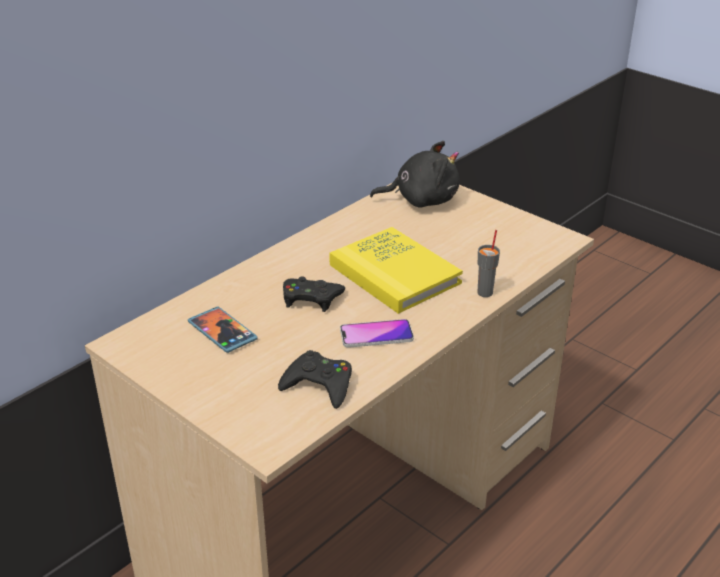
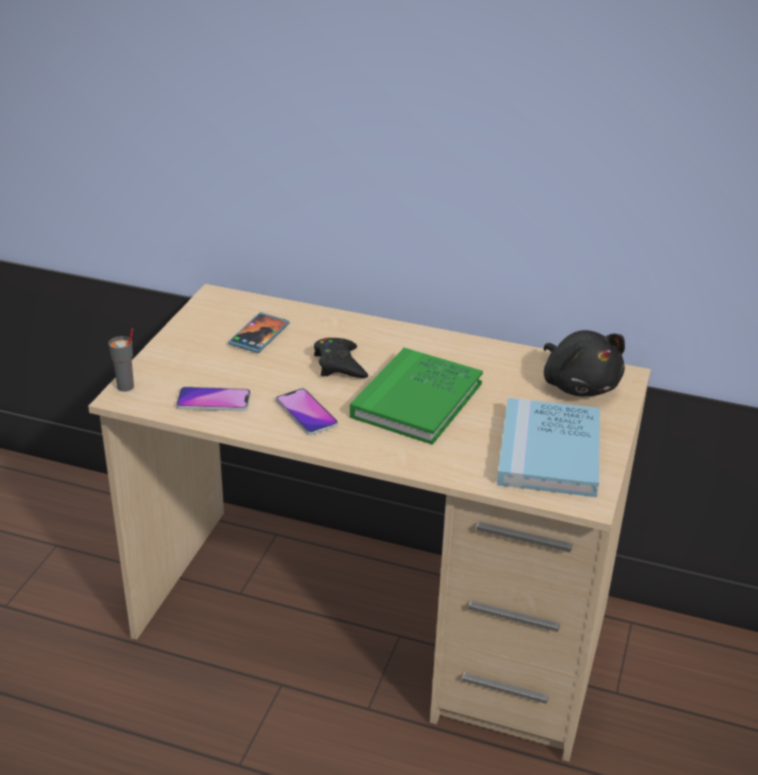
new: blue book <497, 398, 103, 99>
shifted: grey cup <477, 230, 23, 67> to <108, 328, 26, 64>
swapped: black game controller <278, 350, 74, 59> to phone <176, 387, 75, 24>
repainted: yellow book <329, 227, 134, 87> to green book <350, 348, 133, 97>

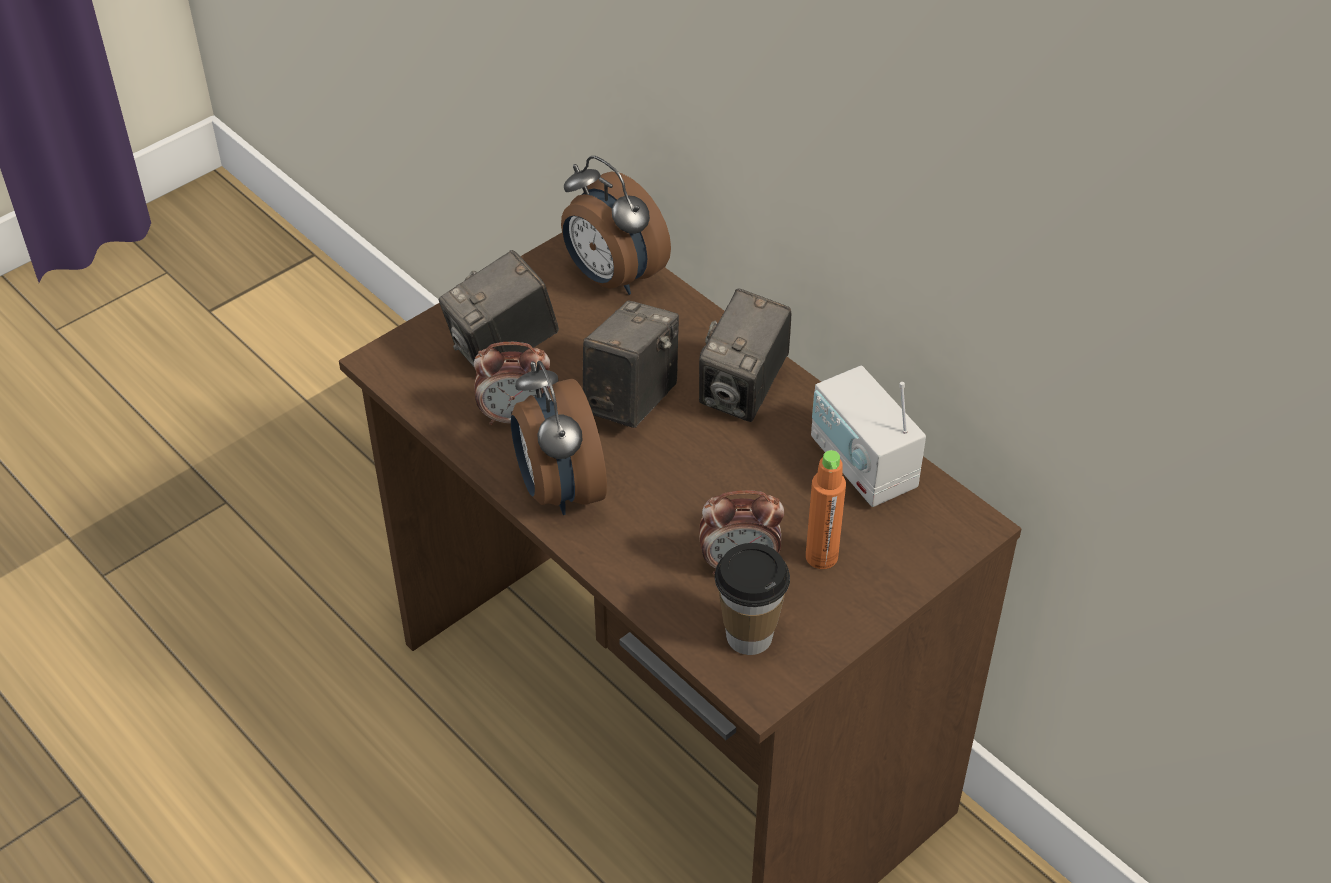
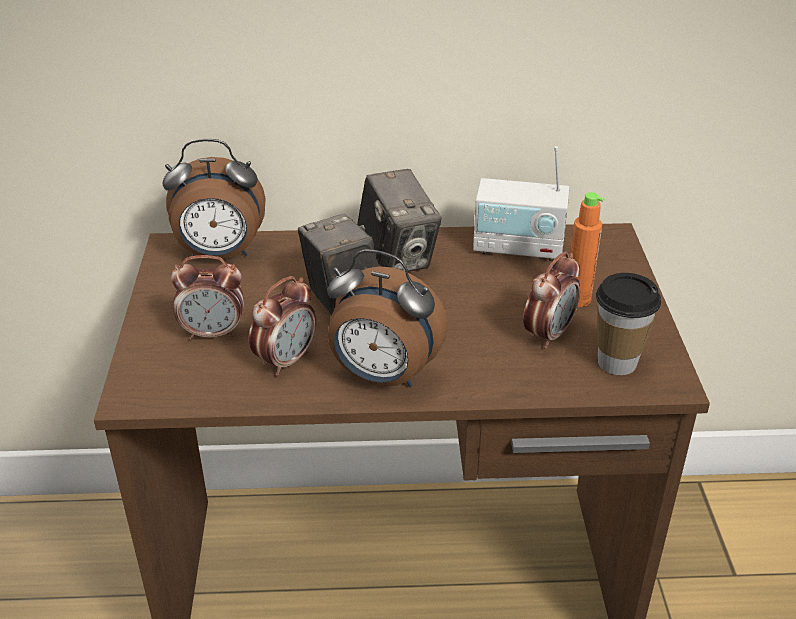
swapped: photo camera <438, 250, 121, 118> to alarm clock <171, 255, 73, 85>

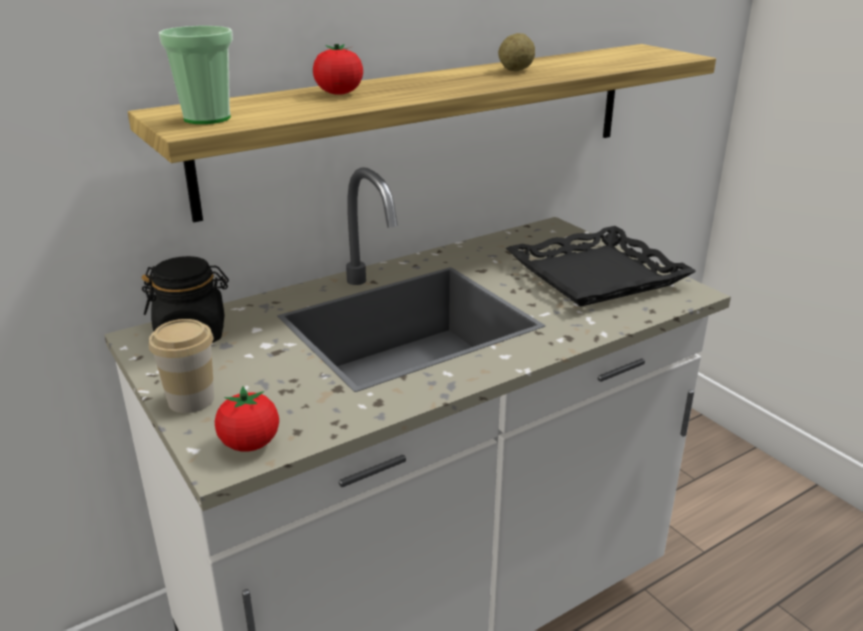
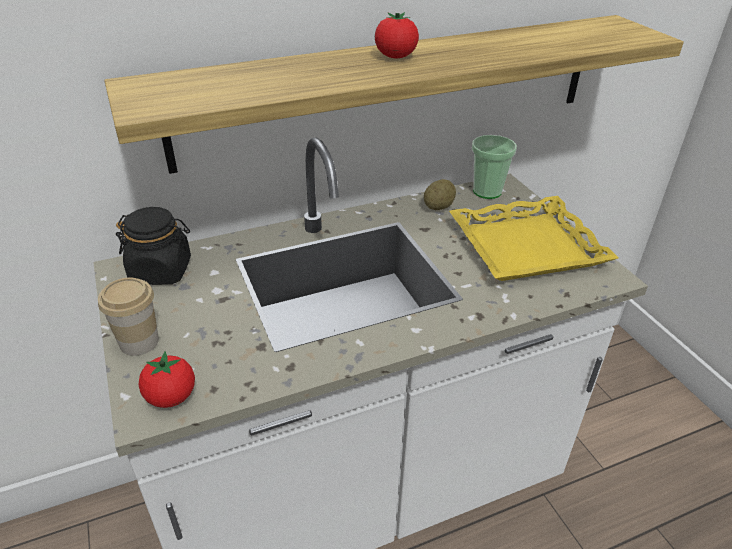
shifted: cup <159, 26, 74, 98> to <472, 135, 45, 64>; tomato <313, 44, 50, 51> to <375, 12, 44, 46>; potato <498, 33, 37, 38> to <424, 179, 32, 31>
repainted: black tray <506, 226, 190, 81> to yellow tray <449, 196, 169, 85>

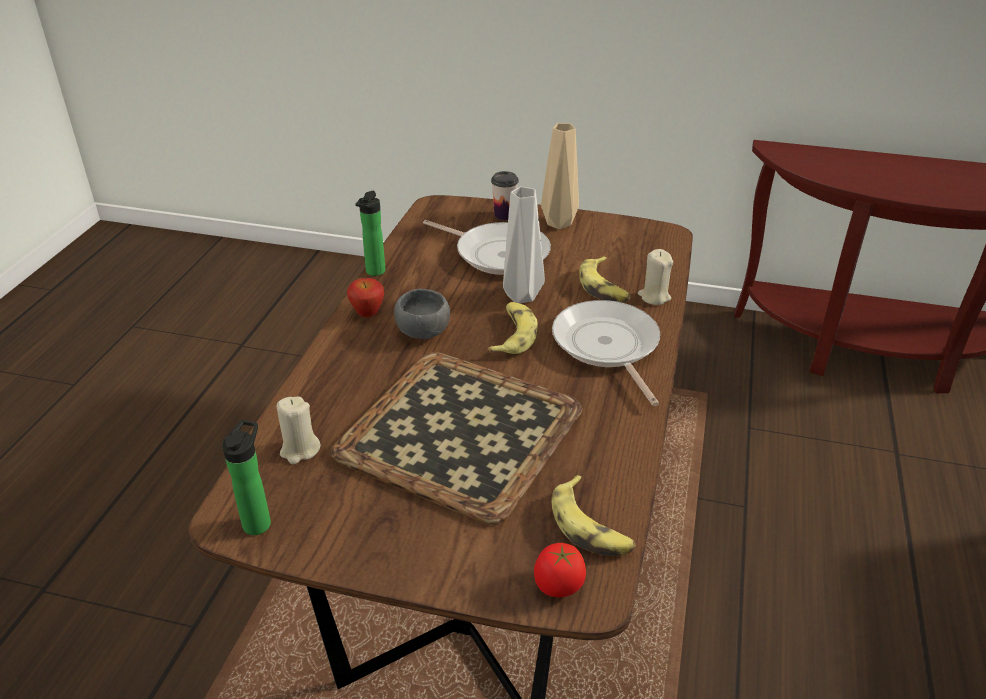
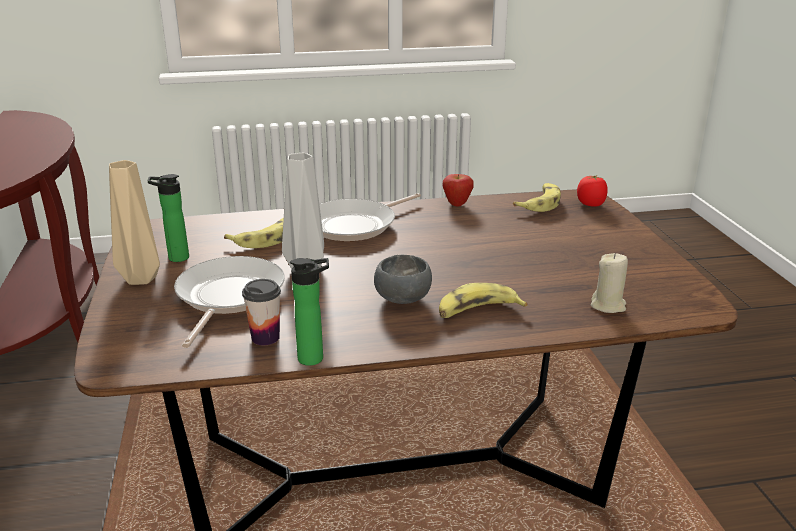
gone: tray <331, 352, 251, 173>; beige candle <638, 249, 35, 56>
shifted: bottle <222, 420, 49, 115> to <148, 174, 41, 88>; apple <347, 278, 37, 39> to <442, 174, 32, 33>; banana <488, 302, 50, 52> to <439, 283, 88, 35>; cup <491, 171, 28, 49> to <242, 279, 39, 66>

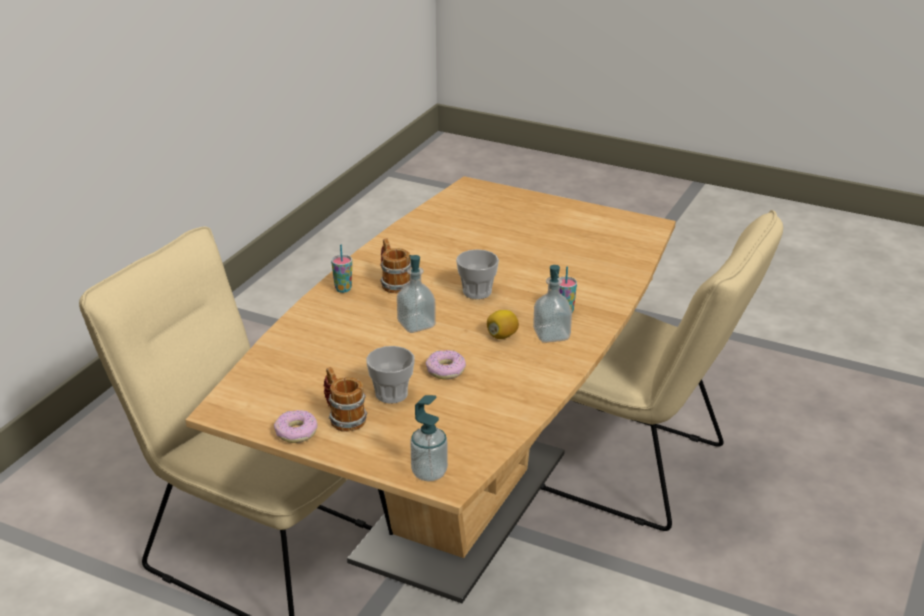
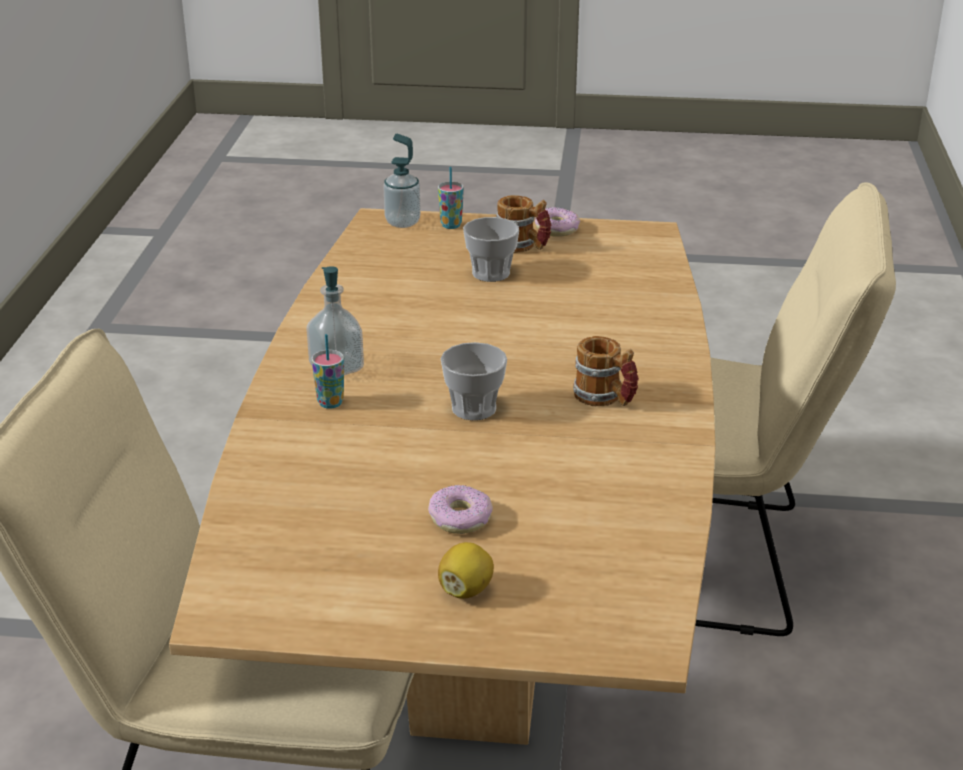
gone: soap dispenser <397, 255, 39, 78>
shifted: cup <331, 244, 21, 49> to <438, 167, 26, 62>; donut <426, 350, 40, 29> to <428, 485, 65, 49>; lemon <487, 310, 32, 29> to <438, 542, 56, 57>

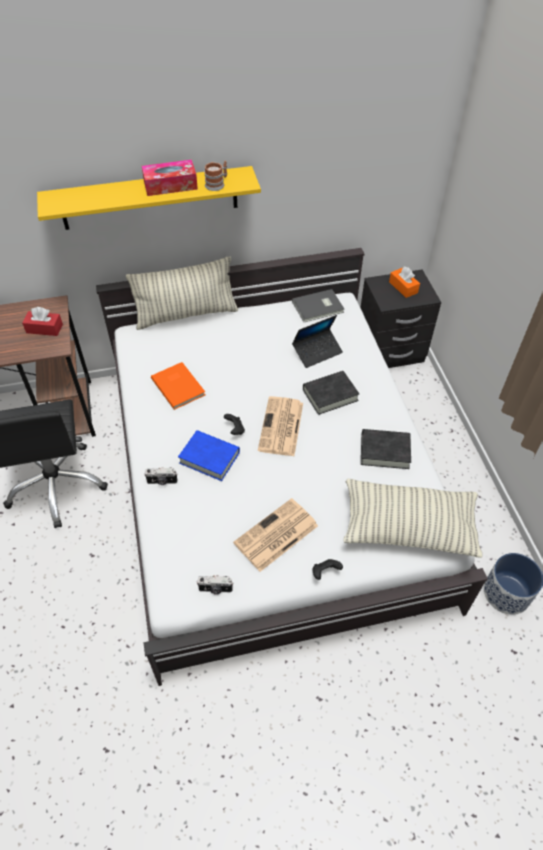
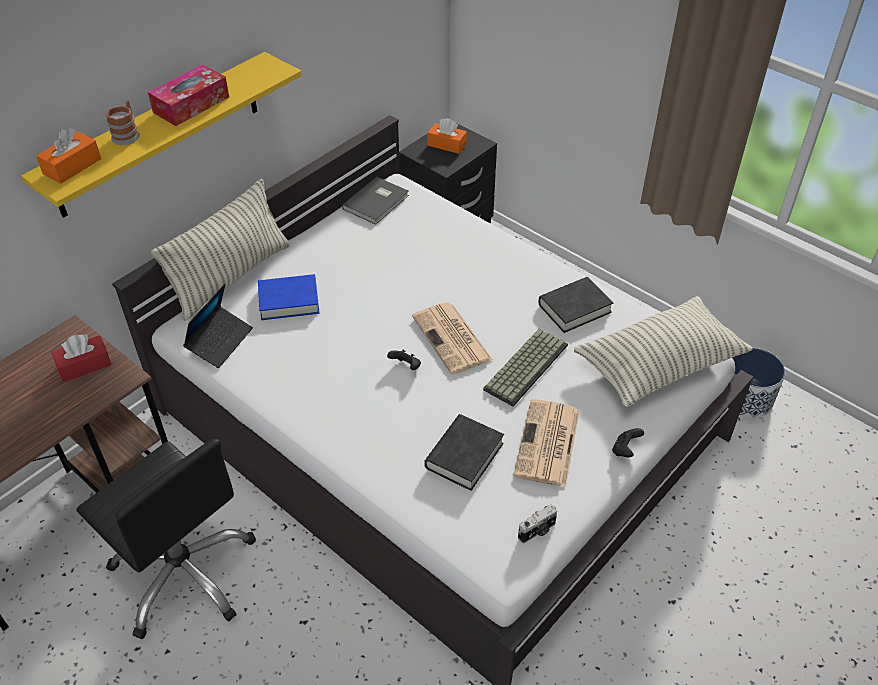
gone: photo camera <144, 467, 33, 18>; orange book <151, 362, 54, 48>
new: orange tissue box <36, 128, 65, 56>; keyboard <483, 329, 85, 78>
shifted: blue book <178, 430, 62, 51> to <258, 274, 61, 46>; mug <204, 161, 23, 30> to <106, 100, 34, 45>; laptop <292, 315, 51, 53> to <183, 284, 70, 84>; black book <303, 371, 56, 44> to <424, 414, 80, 77>

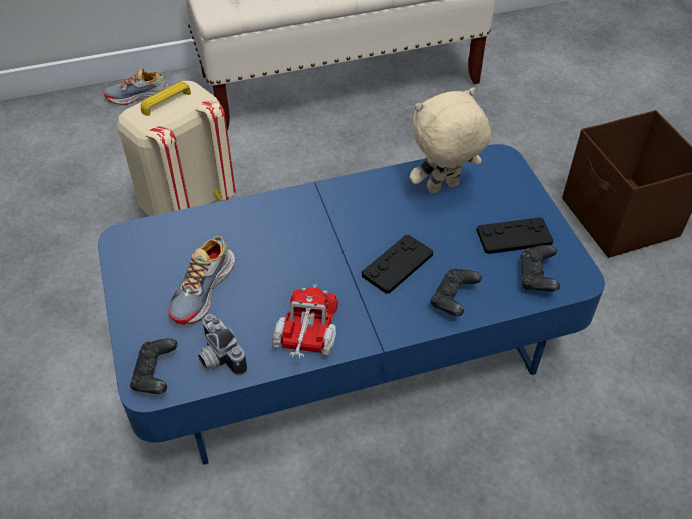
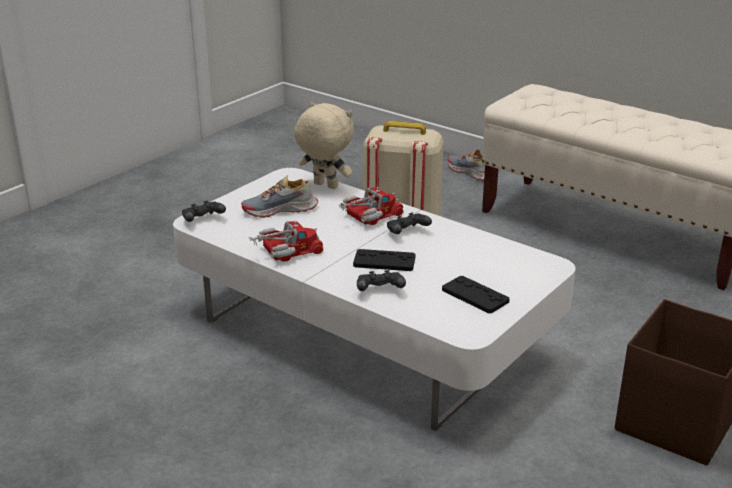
gone: photo camera <198, 314, 49, 62>
new: toy truck <338, 186, 66, 39>
shifted: beige plush toy <410, 87, 81, 106> to <294, 102, 60, 87>; black game controller <520, 245, 40, 47> to <387, 212, 45, 22>
repainted: blue coffee table <98, 144, 507, 321> to white coffee table <173, 168, 403, 263>

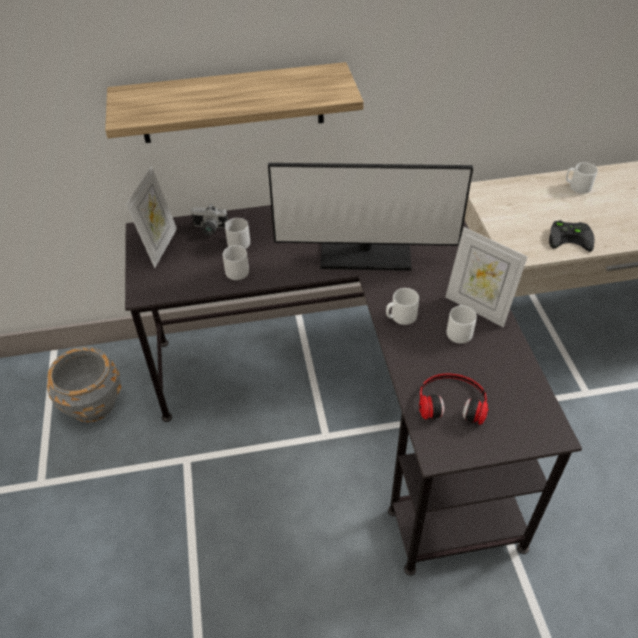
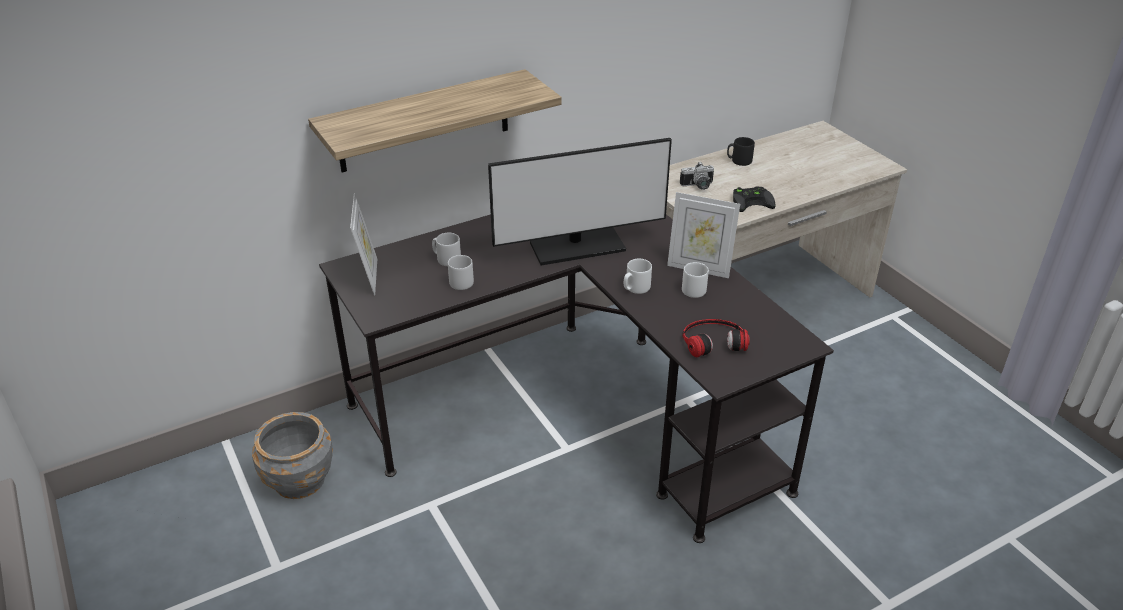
shifted: photo camera <191, 204, 37, 31> to <680, 162, 34, 28>
repainted: white mug <566, 162, 32, 32> to black mug <727, 137, 28, 29>

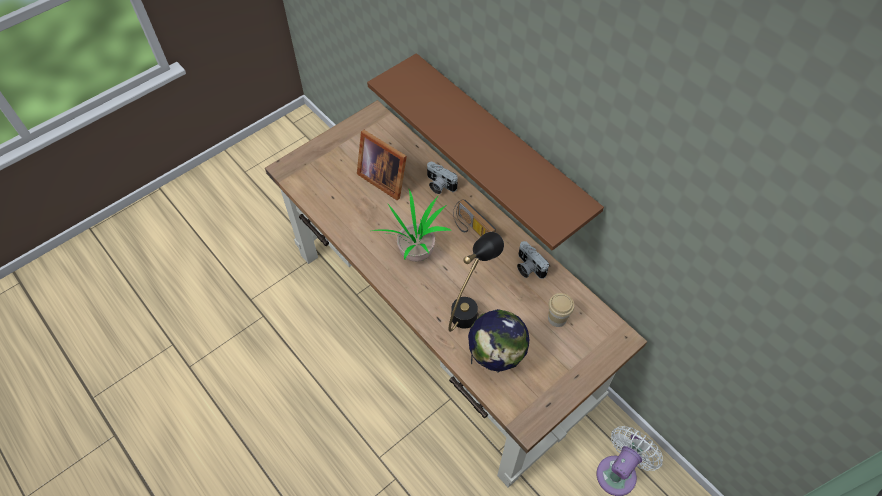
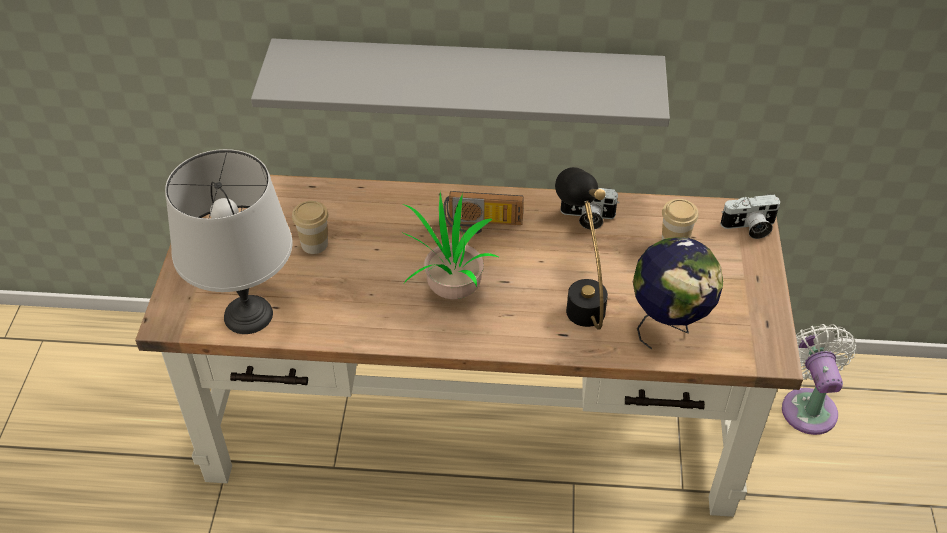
new: grey table lamp <165, 149, 127, 185>
shifted: photo camera <427, 162, 31, 32> to <720, 194, 60, 45>
swapped: picture frame <357, 130, 50, 70> to cup <292, 201, 37, 53>
repainted: brown shelf <367, 53, 237, 198> to grey shelf <251, 38, 419, 89>

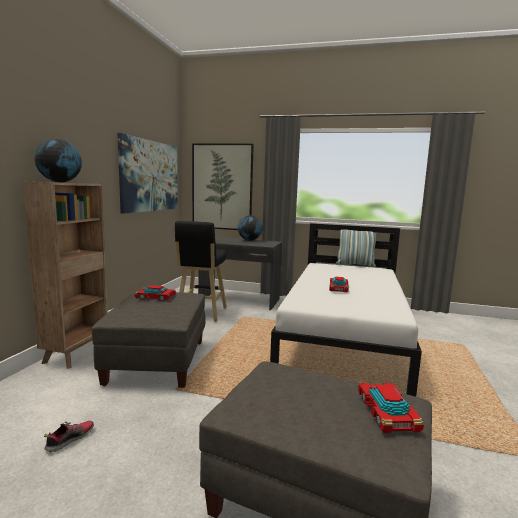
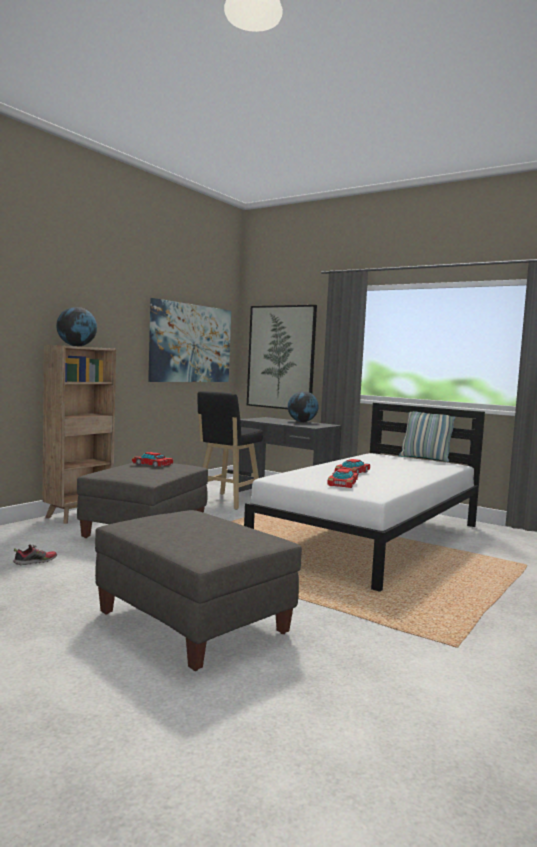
shifted: toy car <358, 382, 66, 51> to <327, 468, 31, 20>

